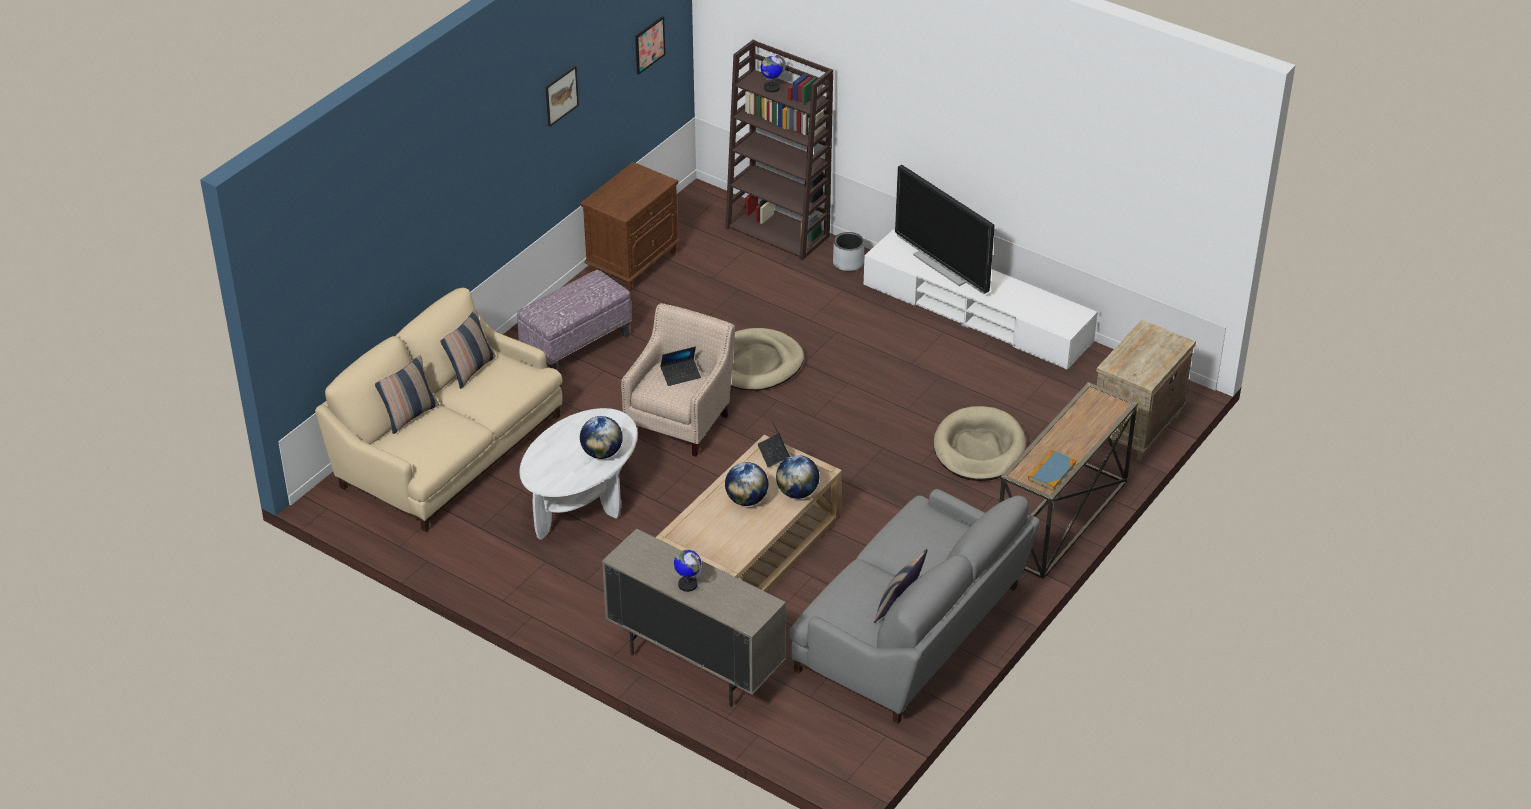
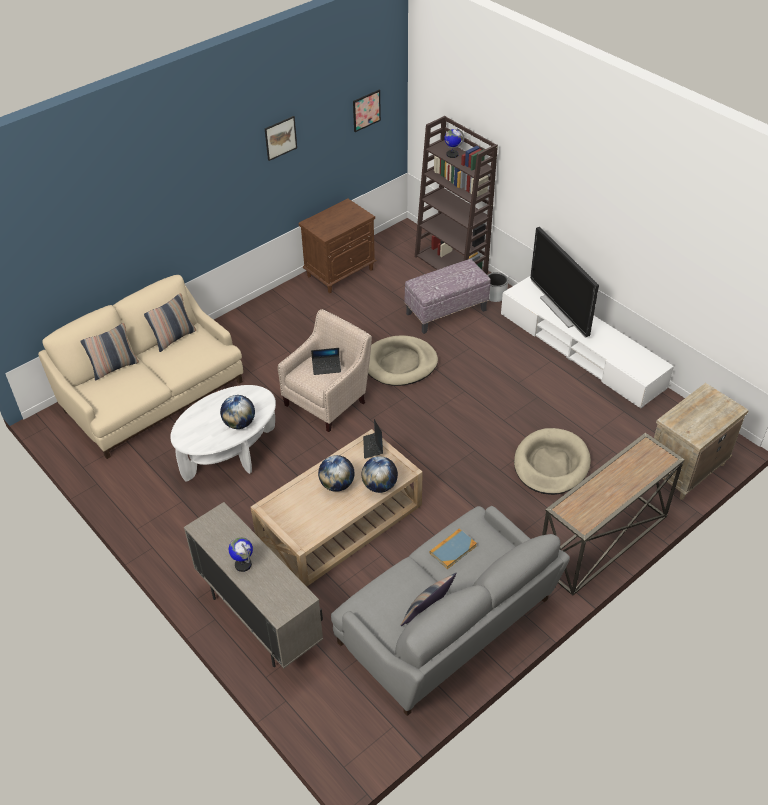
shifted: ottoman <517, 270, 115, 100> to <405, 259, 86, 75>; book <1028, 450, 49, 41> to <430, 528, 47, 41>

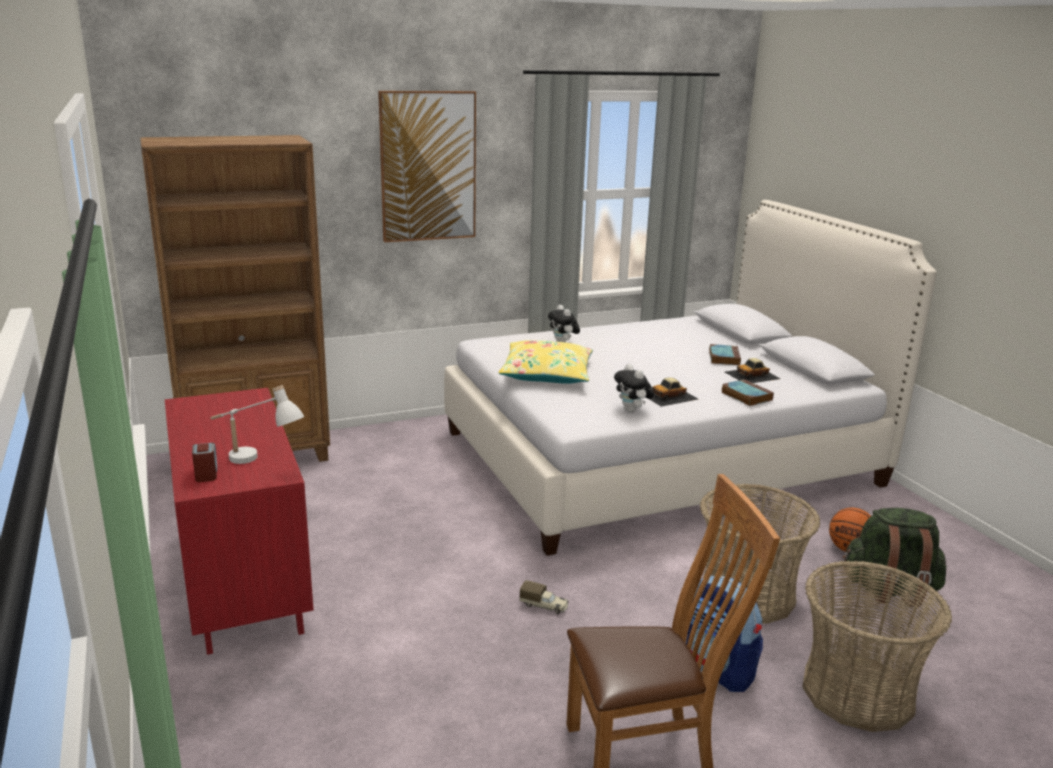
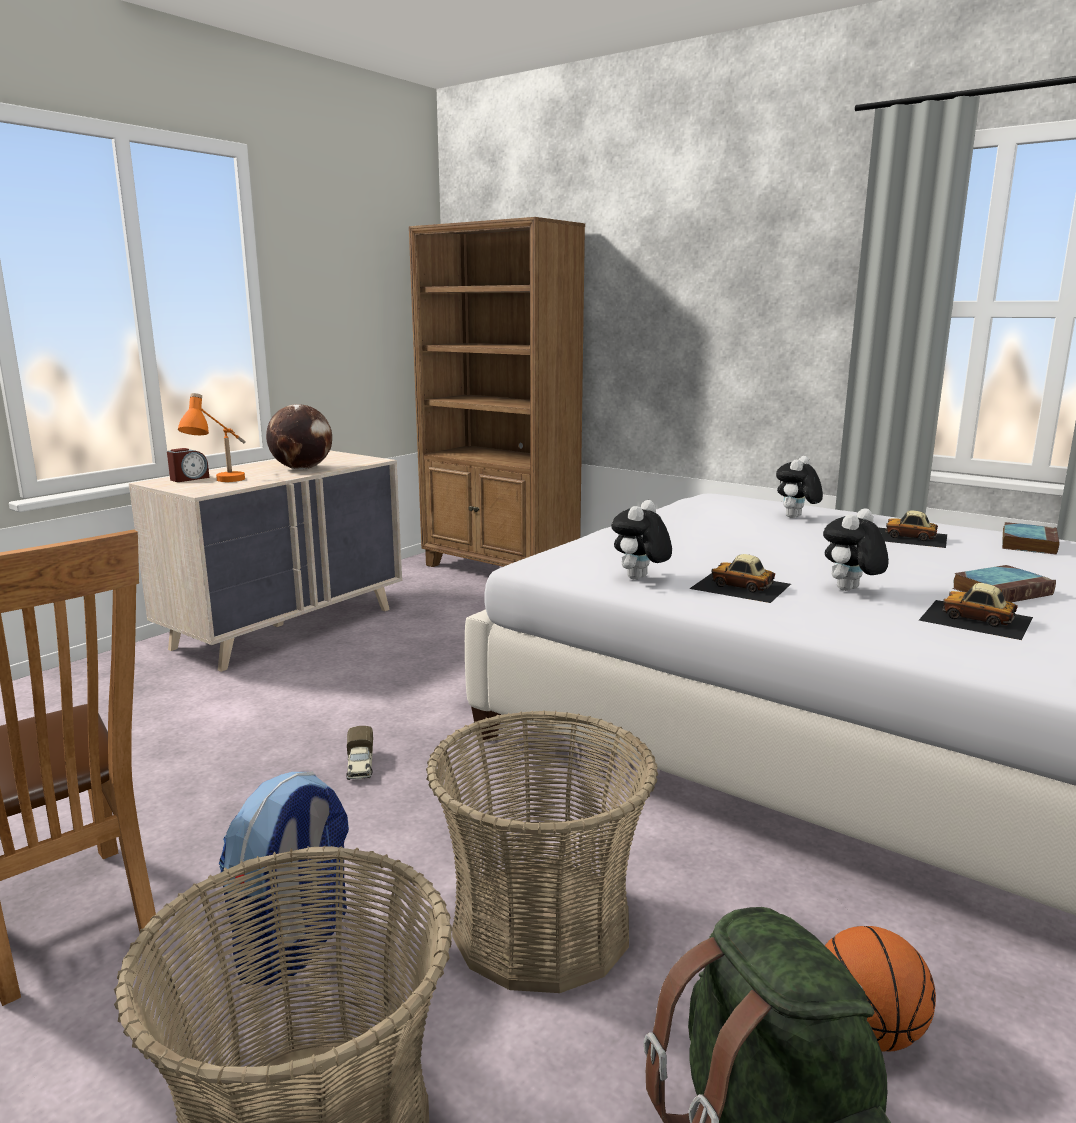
gone: picture <378, 91, 98, 151>; yellow pillow <499, 340, 94, 44>
new: globe <266, 404, 66, 66>; plush toy <823, 508, 66, 83>; toy car <878, 510, 69, 38>
shifted: book <721, 379, 53, 27> to <1002, 522, 58, 33>
repainted: red dresser <165, 388, 149, 267> to beige dresser <129, 451, 273, 221>; white table lamp <210, 385, 94, 79> to orange table lamp <178, 393, 68, 89>

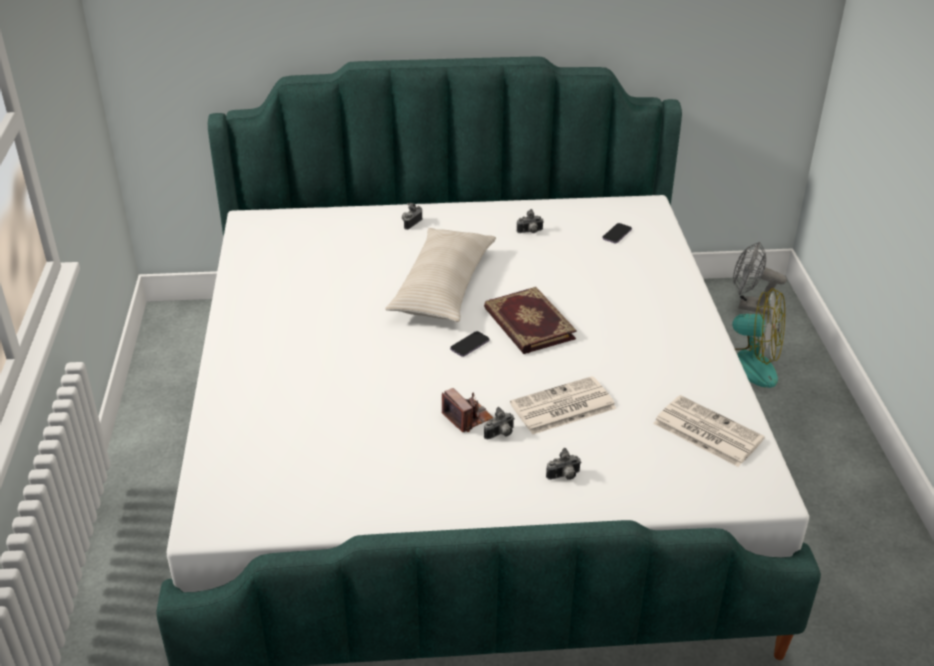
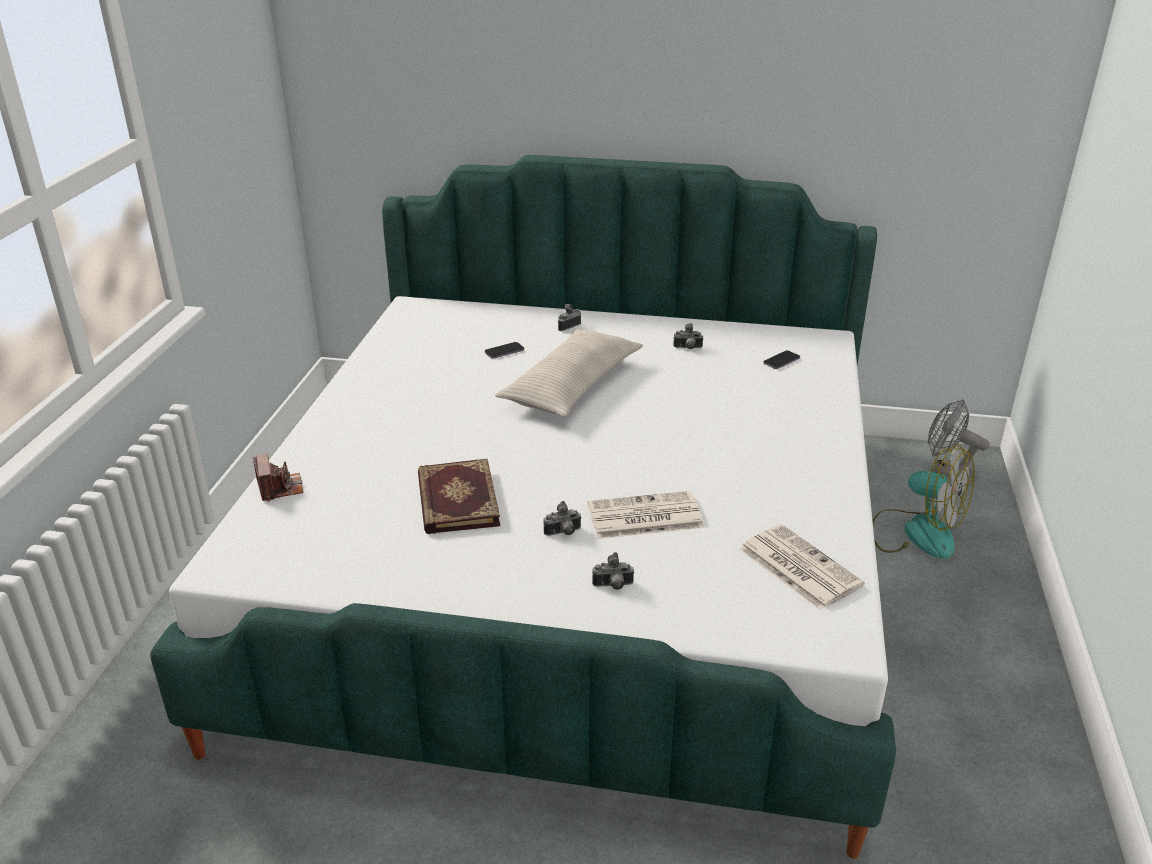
shifted: photo camera <442, 388, 51, 44> to <253, 454, 50, 47>; phone <450, 331, 39, 26> to <485, 342, 39, 17>; book <484, 287, 93, 67> to <418, 459, 82, 75>

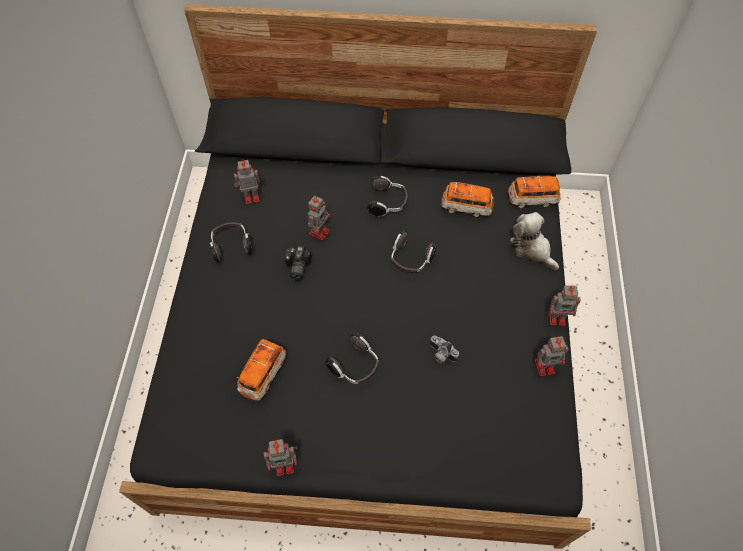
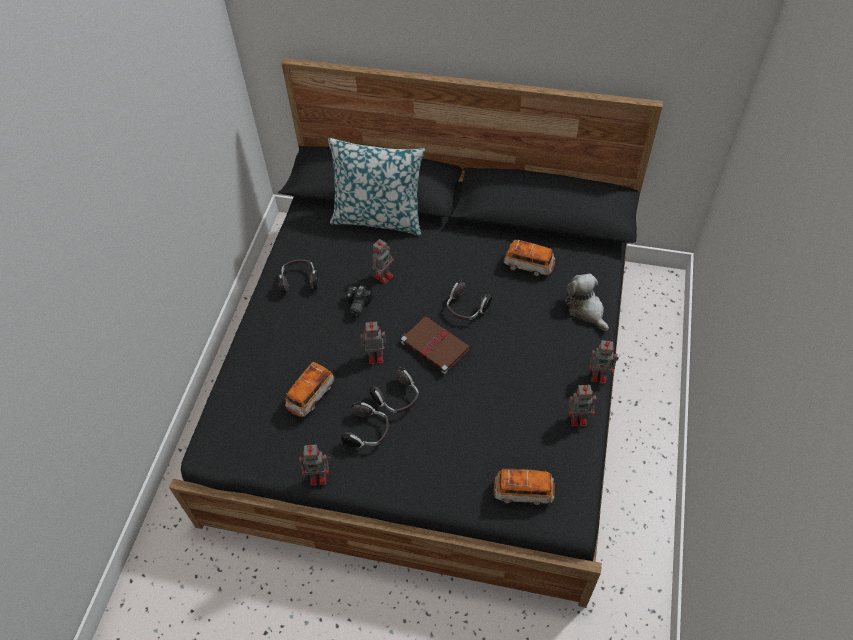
gone: photo camera <430, 335, 29, 28>
new: pillow <328, 138, 97, 98>; brown book <401, 316, 69, 58>
shifted: toy robot <234, 159, 26, 45> to <359, 321, 27, 43>; headphones <367, 176, 41, 41> to <341, 402, 48, 46>; toy car <508, 176, 53, 33> to <494, 469, 61, 36>

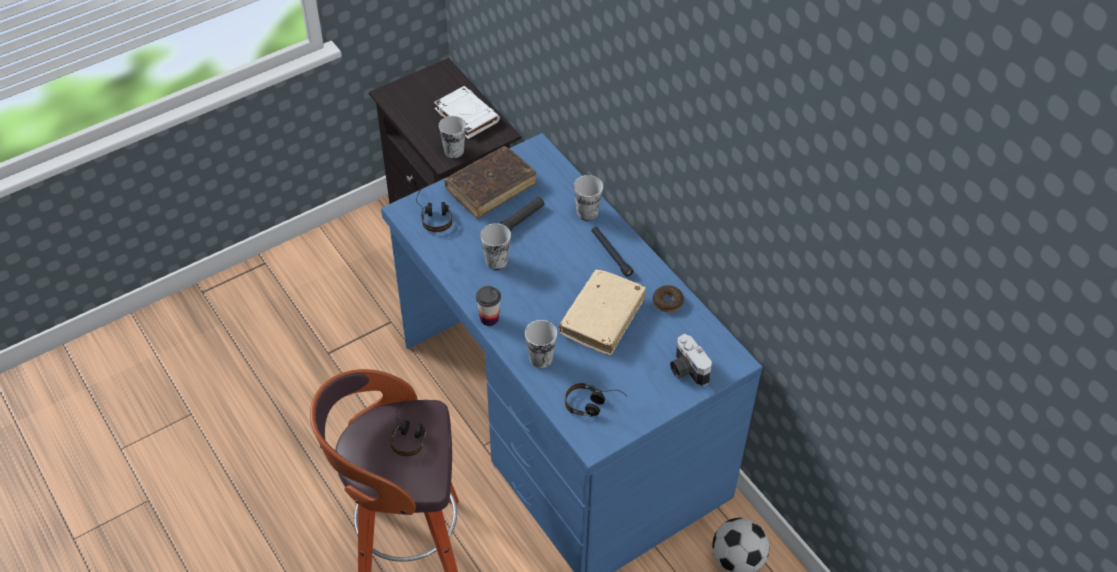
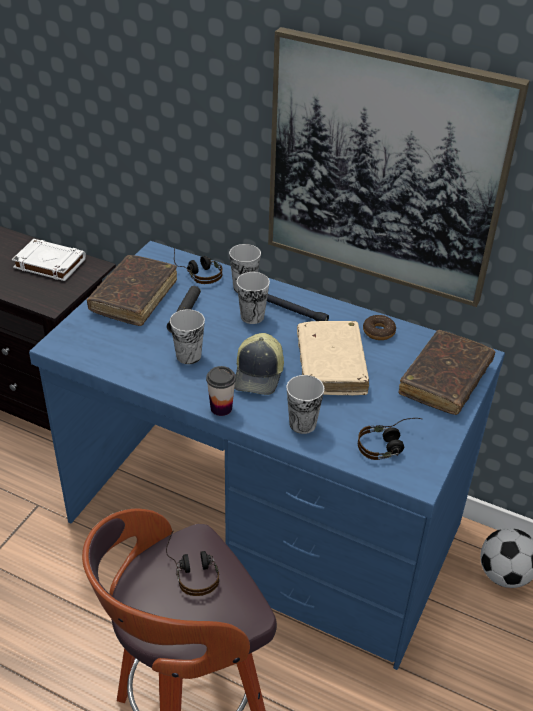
new: cap <234, 333, 50, 62>; picture <268, 27, 262, 280>
shifted: headphones <416, 186, 37, 46> to <174, 248, 49, 36>; cup <439, 116, 27, 42> to <237, 272, 33, 52>
swapped: photo camera <670, 334, 42, 53> to brown book <399, 330, 96, 85>

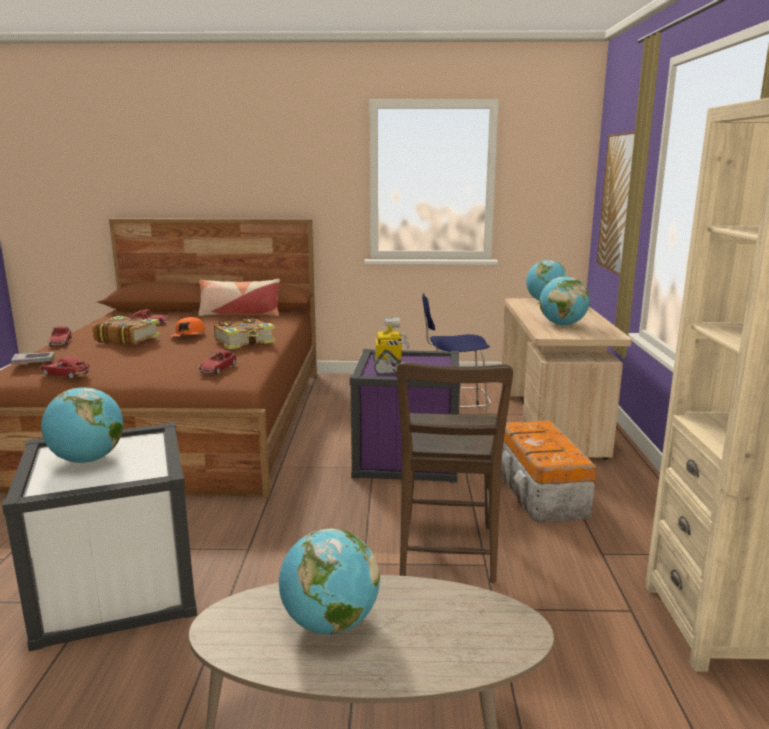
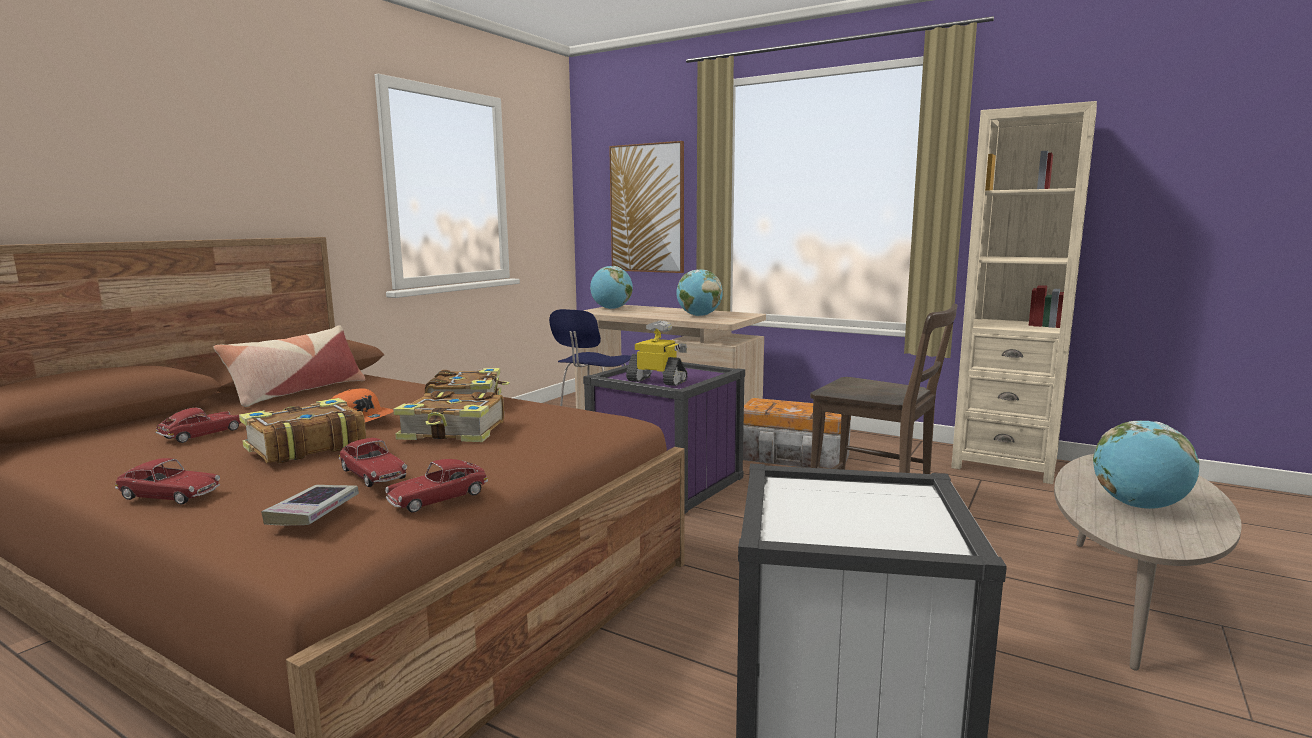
gone: globe <41, 387, 82, 76>
new: book <393, 391, 111, 51>
shifted: toy car <198, 350, 39, 24> to <339, 438, 68, 49>

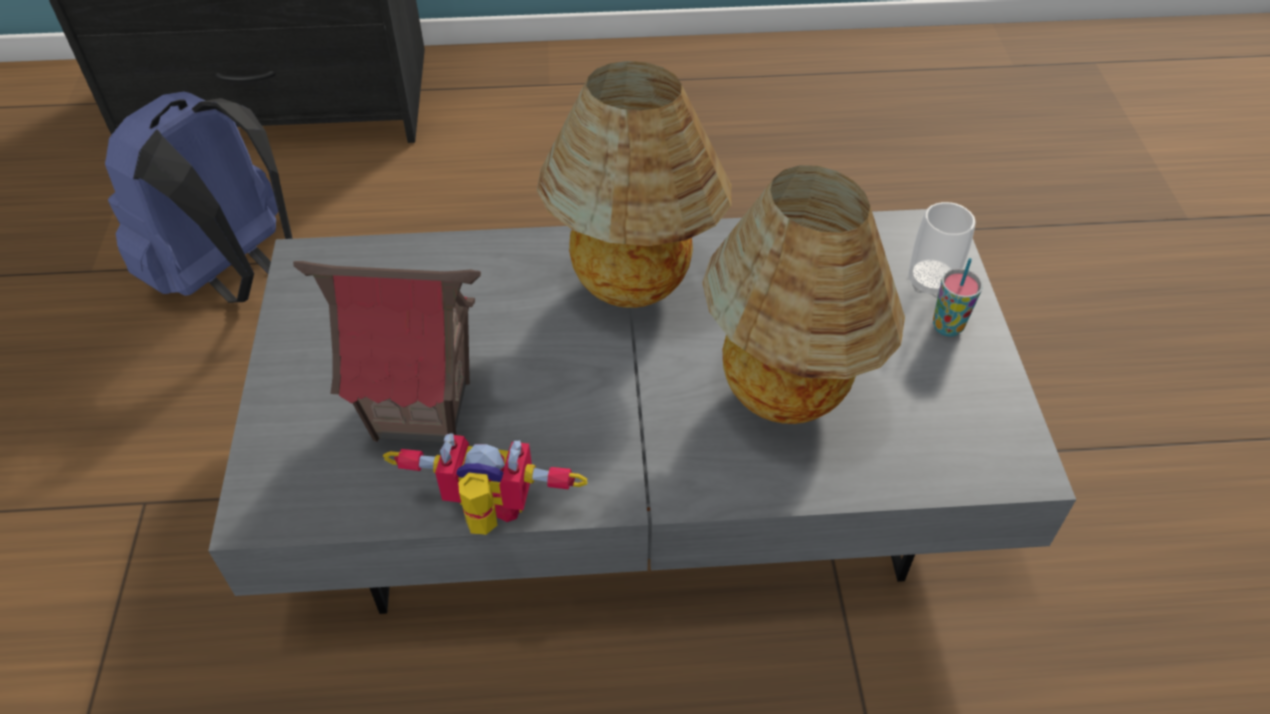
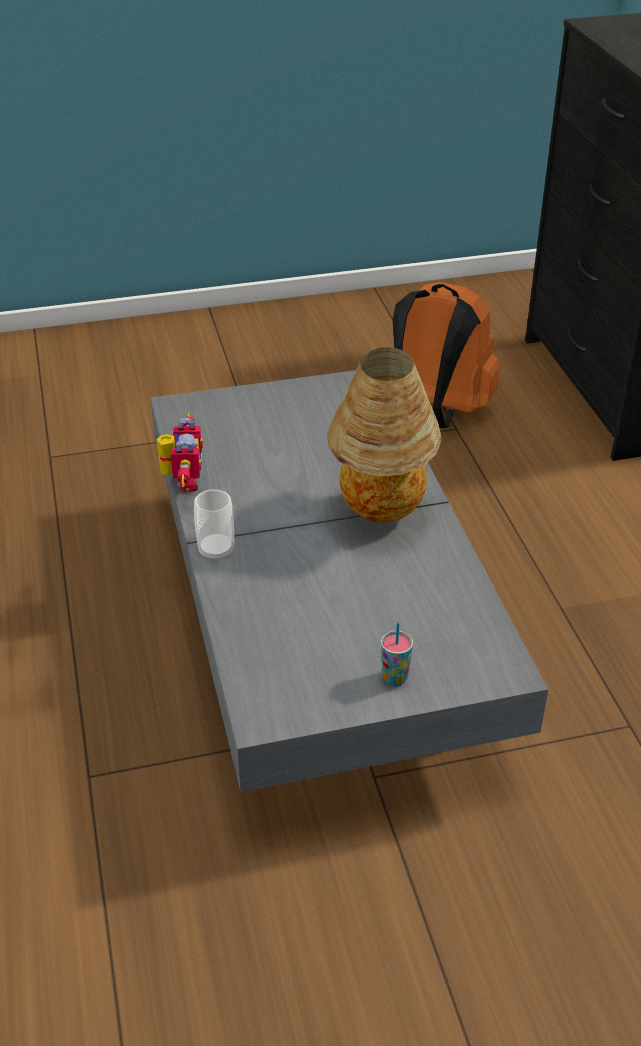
gone: toy house <293, 261, 188, 181>; table lamp <702, 165, 203, 259>
shifted: cup <908, 202, 68, 96> to <194, 489, 40, 72>
repainted: blue backpack <105, 91, 188, 212> to orange backpack <392, 282, 108, 146>

